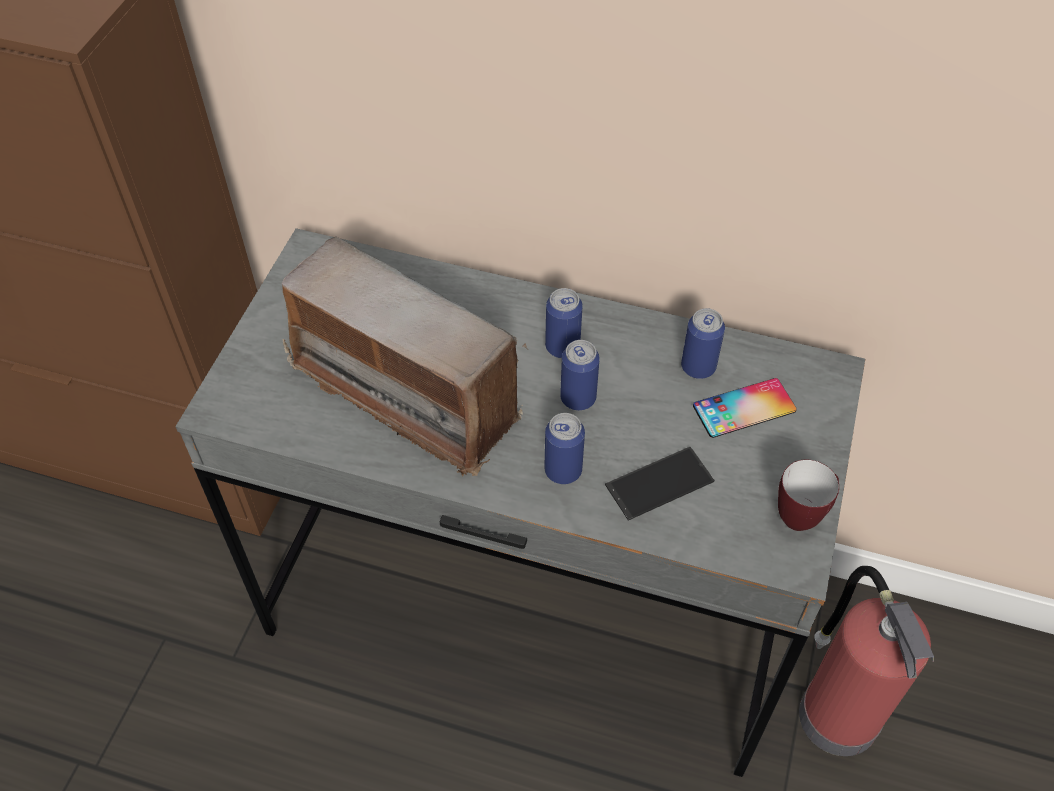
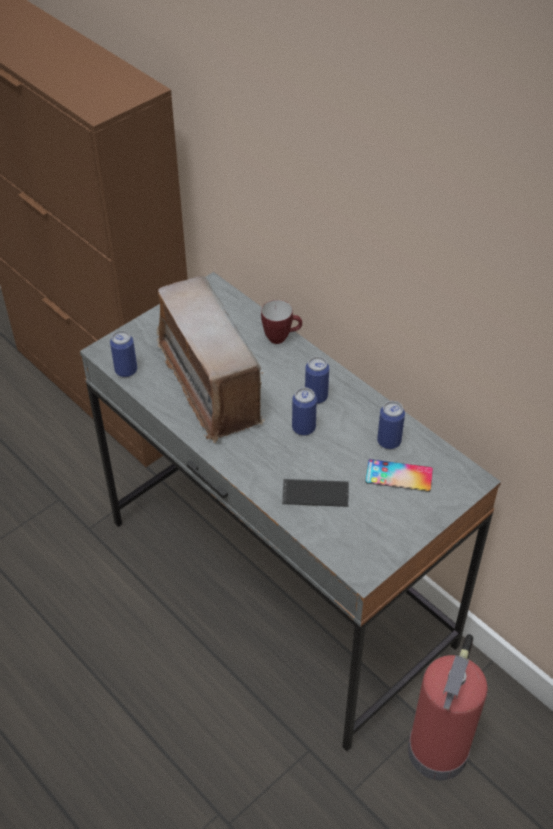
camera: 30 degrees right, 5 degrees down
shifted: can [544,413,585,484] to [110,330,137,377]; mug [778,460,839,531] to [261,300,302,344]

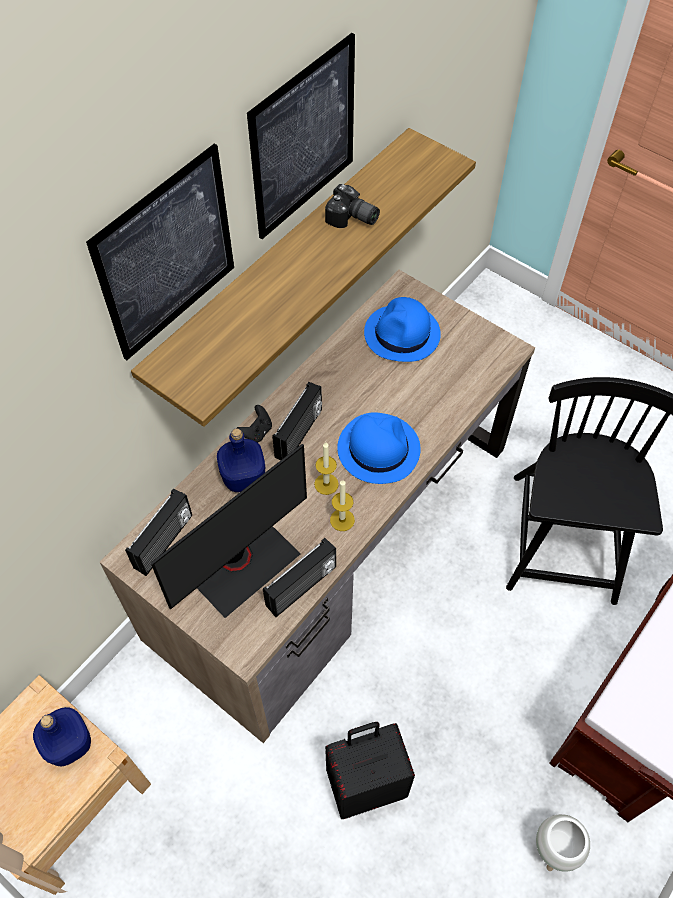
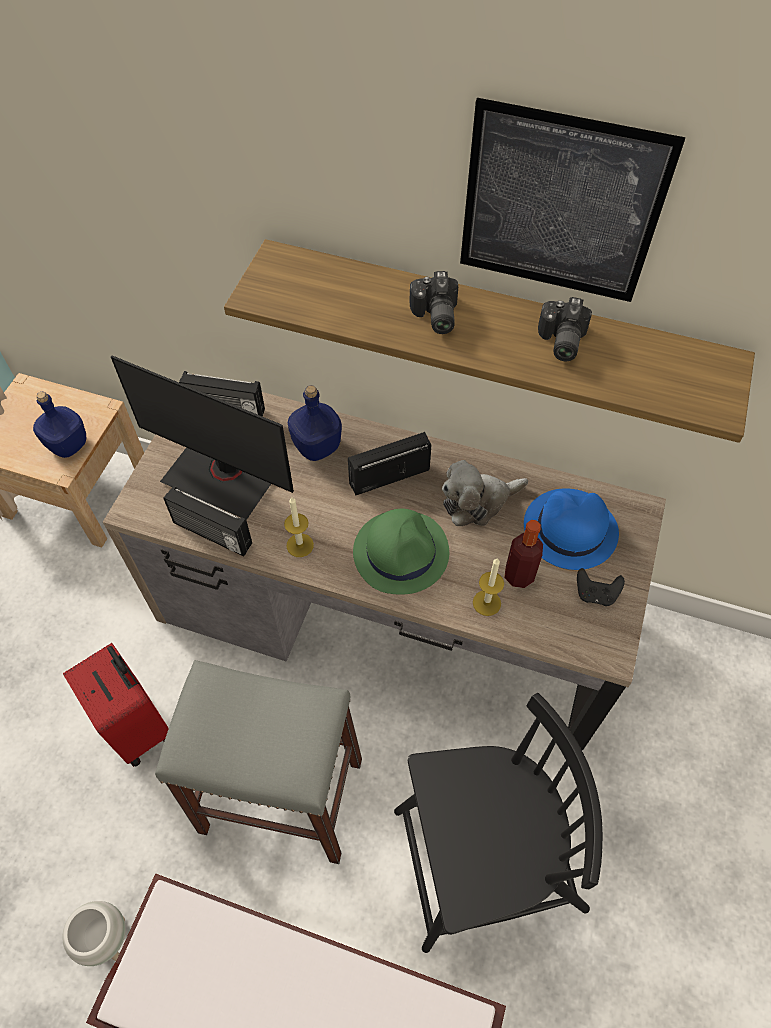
camera: 70 degrees right, 0 degrees up
gone: picture [86,144,234,360]
new: grey stool [155,660,362,864]; photo camera [409,271,458,334]; plush toy [442,460,528,526]; bottle [505,520,543,588]
shifted: black game controller [237,405,272,443] to [577,568,625,606]; candle [314,442,339,495] to [473,558,504,616]
repainted: black suitcase [325,722,415,819] to red suitcase [63,643,169,767]; blue hat [337,412,421,484] to green hat [353,509,449,595]
rotated: radio [272,382,322,460] = [348,432,431,495] 150 degrees clockwise

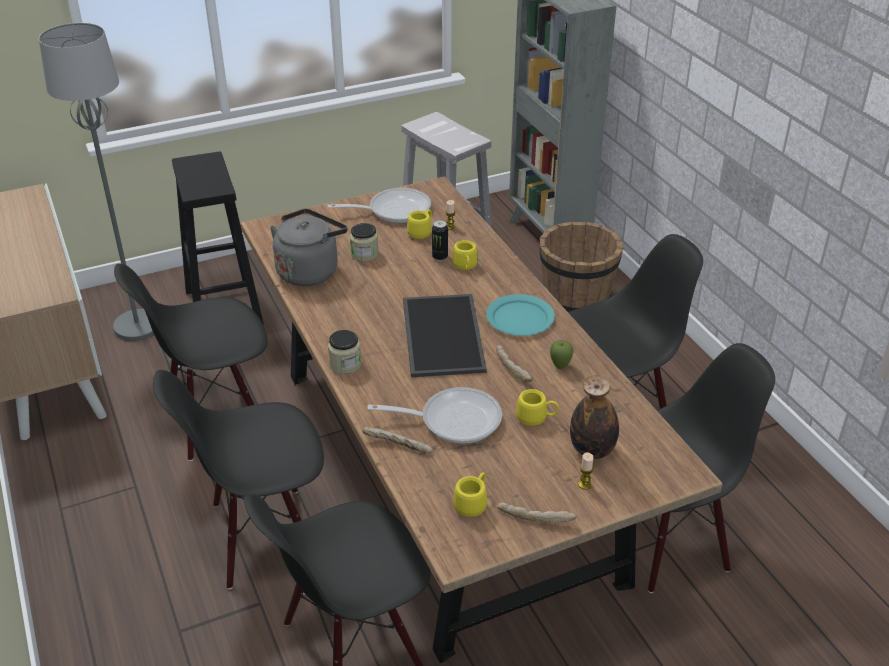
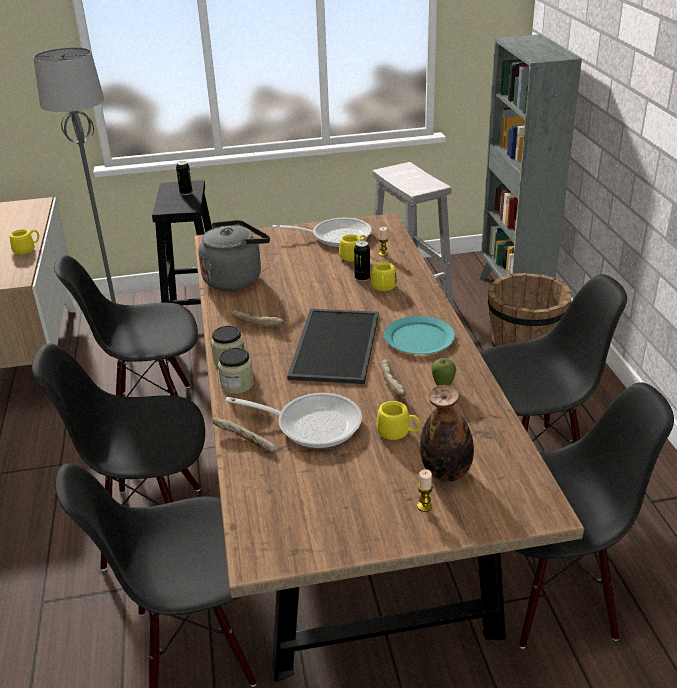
camera: 15 degrees right, 5 degrees down
new: can [176,161,192,195]
shifted: jar [350,223,379,262] to [218,348,254,394]; yellow mug [453,472,487,517] to [10,229,39,255]; bread [497,502,576,523] to [232,310,284,326]

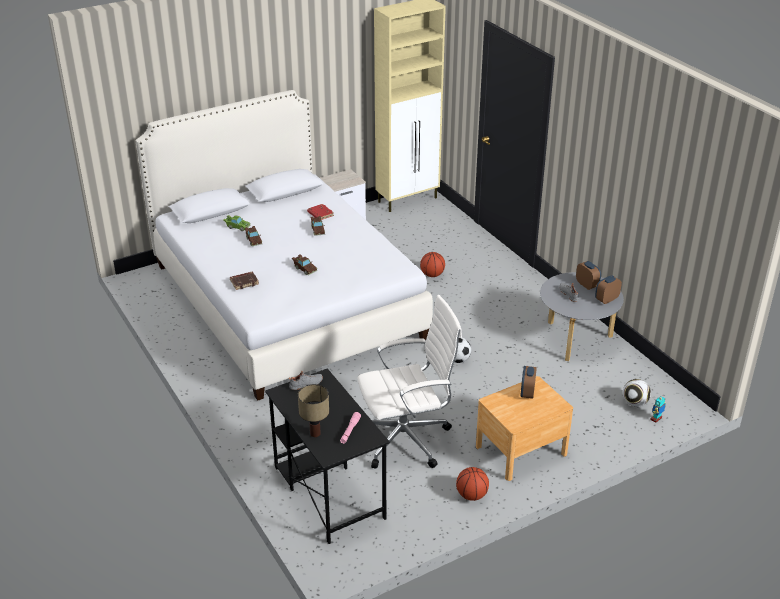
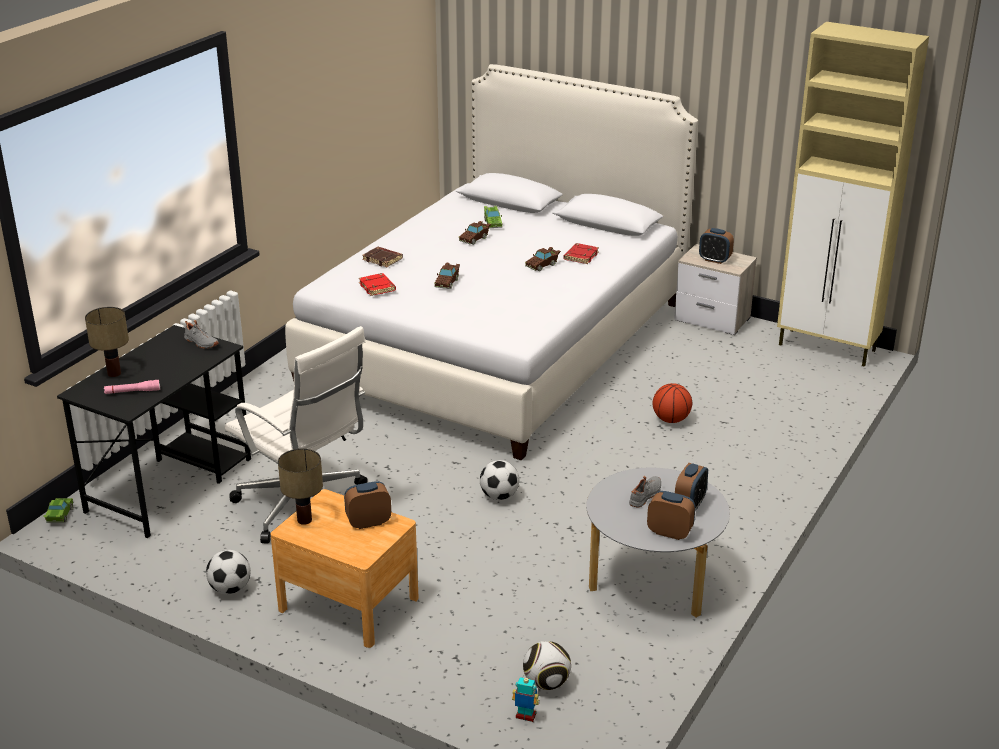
camera: 60 degrees right, 5 degrees down
new: green toy car [43,498,74,523]; table lamp [278,448,323,525]; red book [358,273,396,296]; alarm clock [699,228,734,264]
swapped: basketball [456,467,489,501] to football [206,550,251,594]

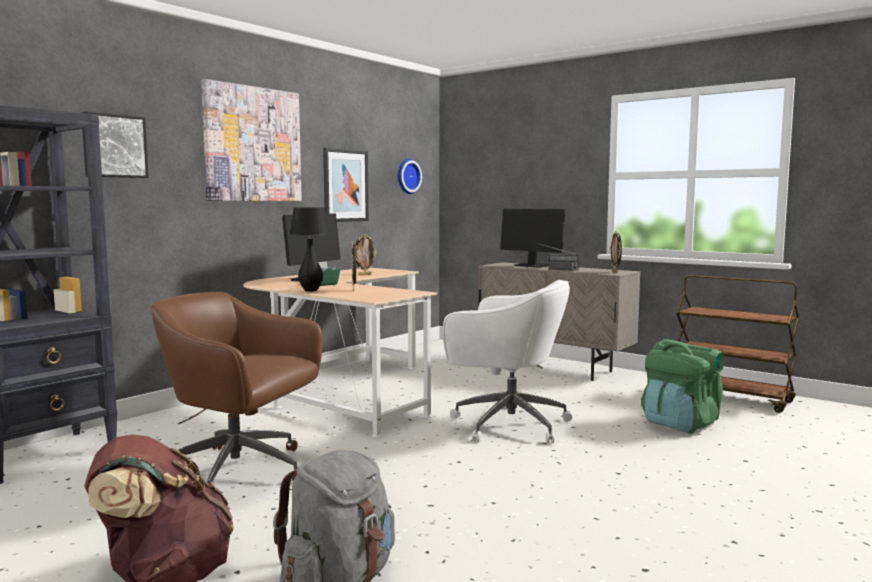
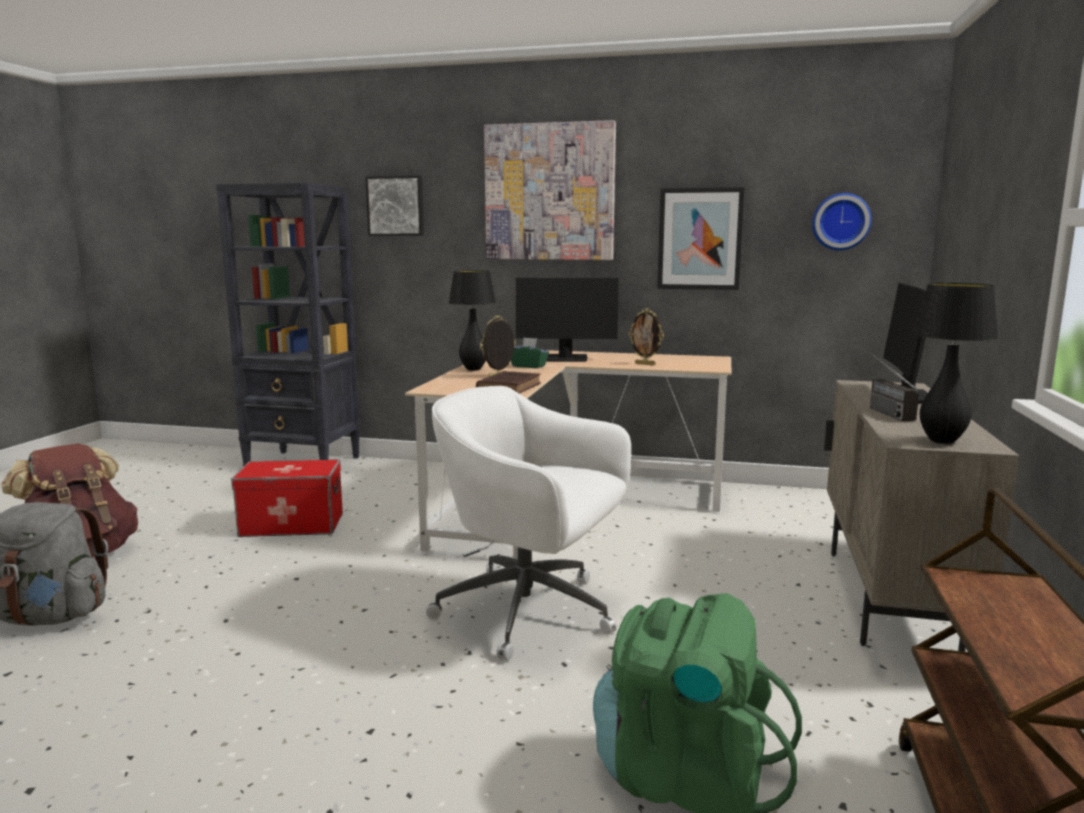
camera: 65 degrees right, 5 degrees up
new: brown book [476,371,541,394]
swapped: brown office chair [151,292,322,483] to storage box [231,459,343,537]; picture frame [610,231,622,273] to black table lamp [912,283,999,444]
rotated: white office chair [443,280,573,443] = [426,386,631,661] 120 degrees clockwise

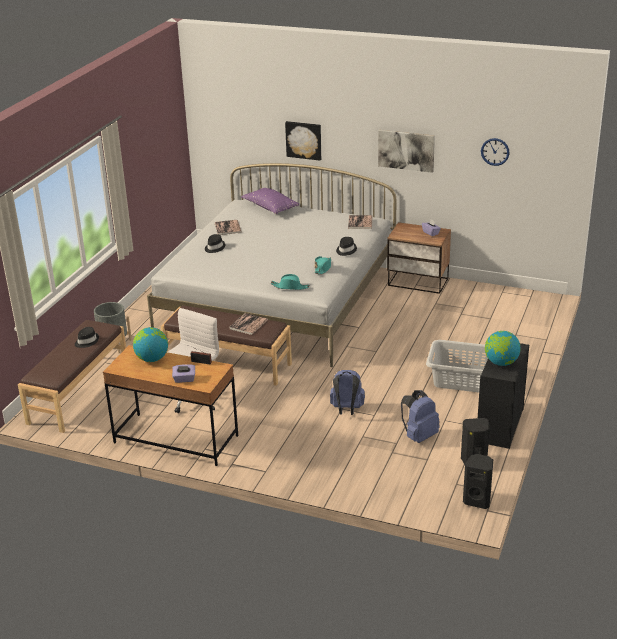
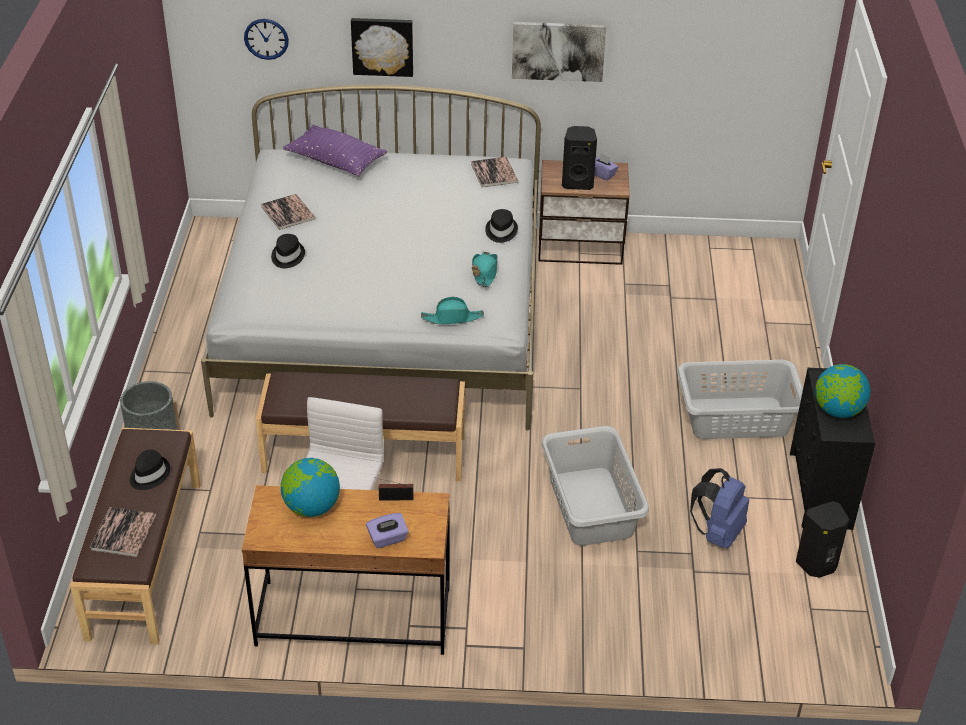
camera: 20 degrees left, 10 degrees up
shifted: book [230,313,268,335] to [90,507,156,557]; black speaker [463,454,493,509] to [562,126,597,190]; wall clock [481,138,510,166] to [244,19,289,60]
swapped: blue backpack [330,370,365,415] to grey laundry basket [541,426,649,546]

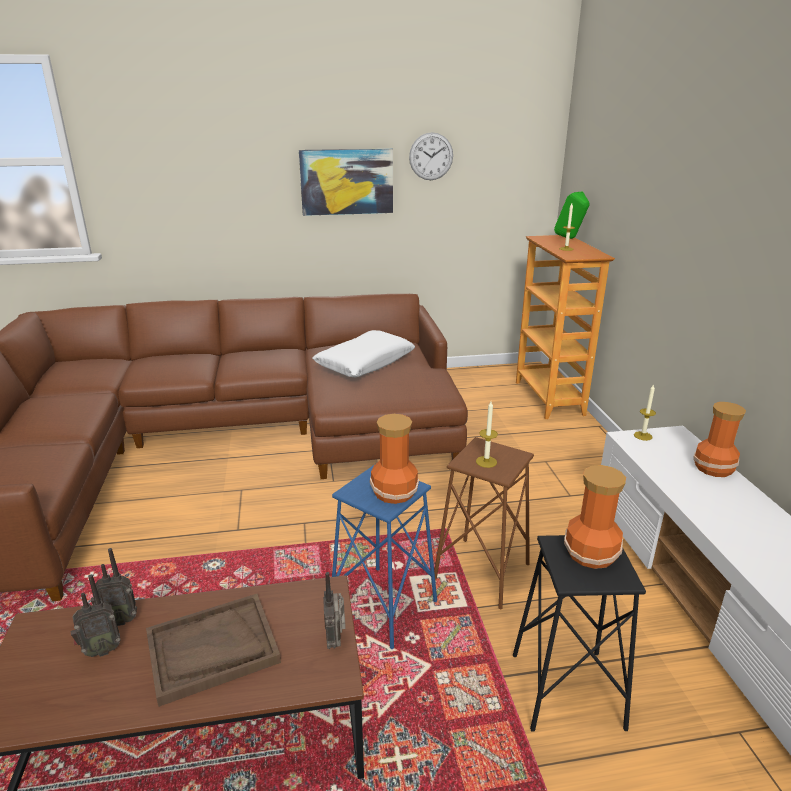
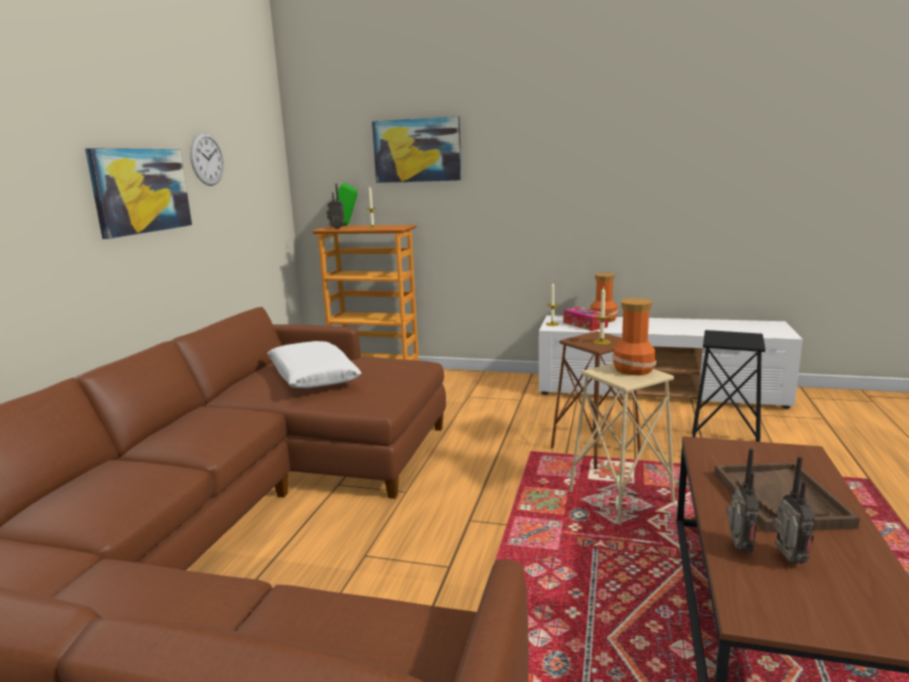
camera: 65 degrees left, 10 degrees down
gone: vase [564,465,626,569]
new: picture [372,116,462,183]; tissue box [563,307,608,331]
shifted: radio [323,572,346,649] to [326,184,345,229]
repainted: blue stool [332,464,437,649] to beige stool [569,363,675,525]

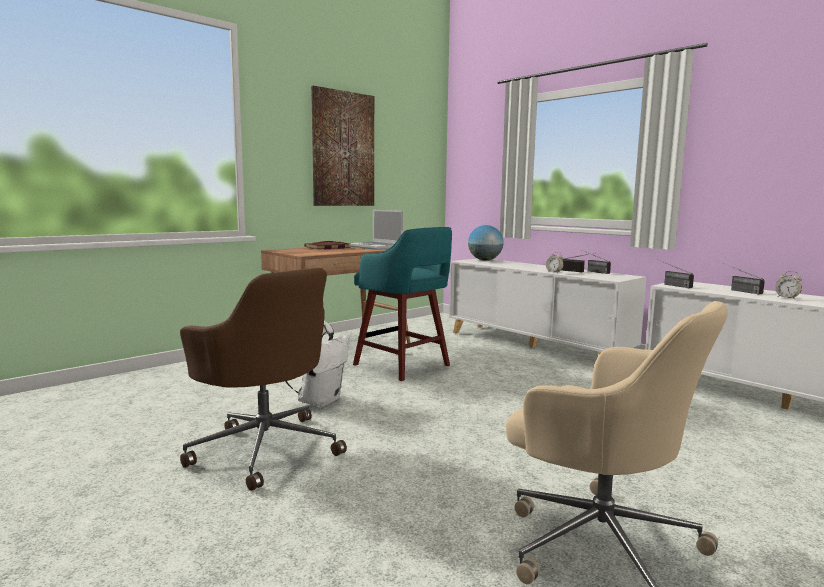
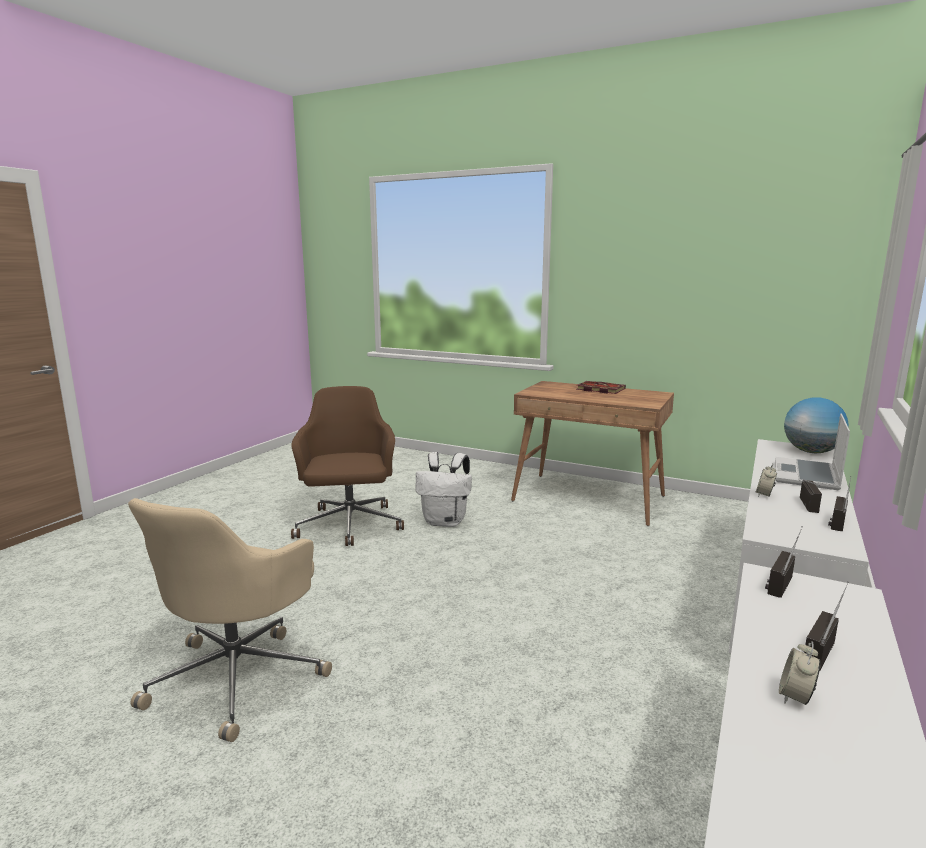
camera: 70 degrees right, 5 degrees up
gone: picture [311,86,374,206]; turquoise stool [353,227,452,381]
shifted: laptop [349,210,403,250] to [775,413,850,490]
rotated: brown office chair [180,268,347,491] = [291,386,404,546] 150 degrees clockwise

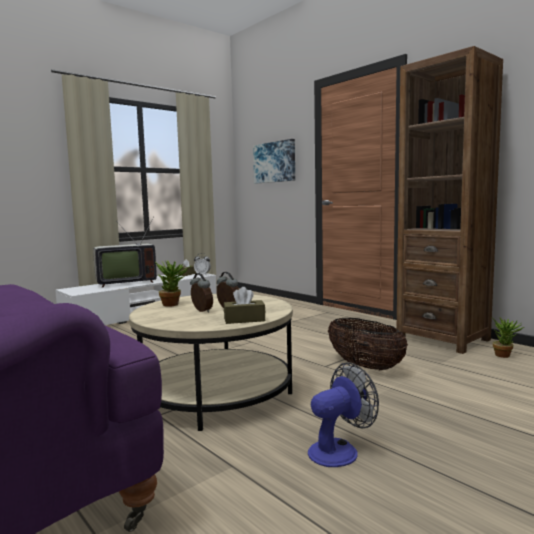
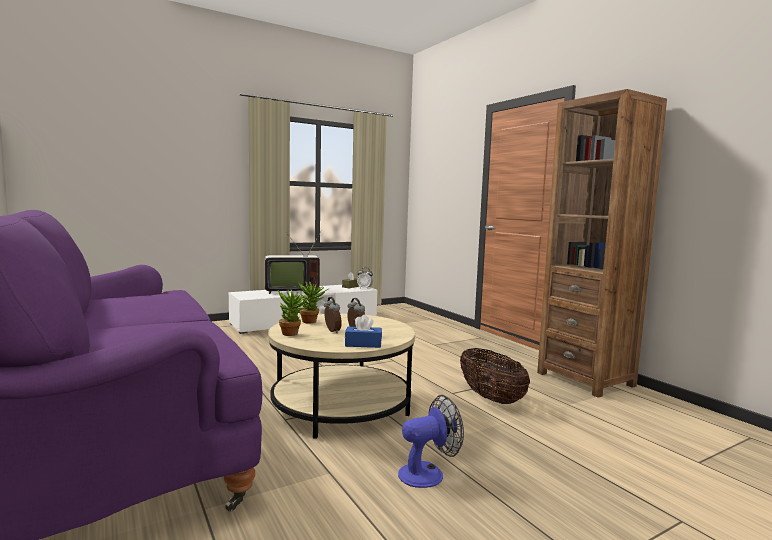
camera: 10 degrees right, 0 degrees up
gone: picture [253,139,295,184]
shifted: potted plant [491,317,524,358] to [278,290,311,336]
repainted: brown tissue box [224,287,265,324] to blue tissue box [345,314,382,348]

